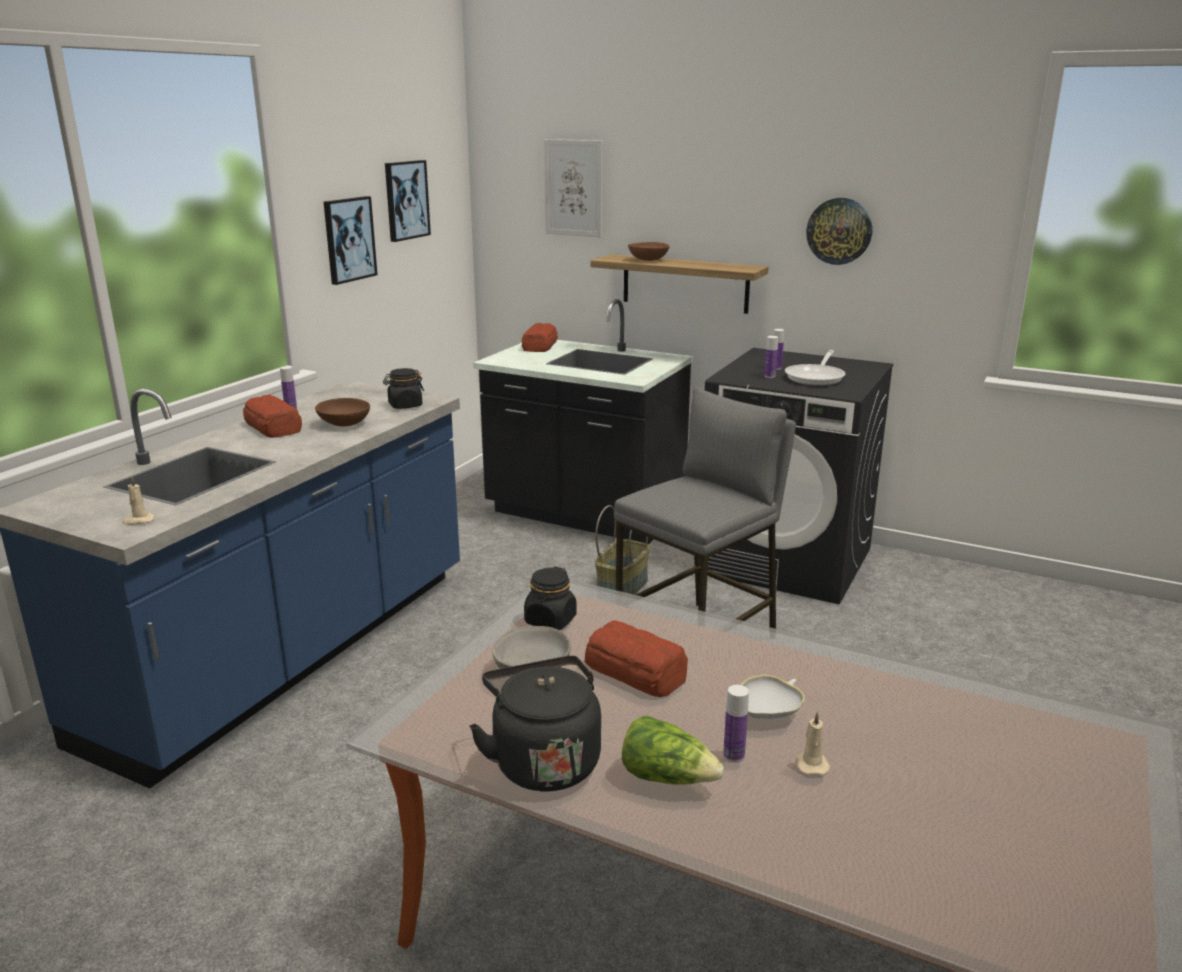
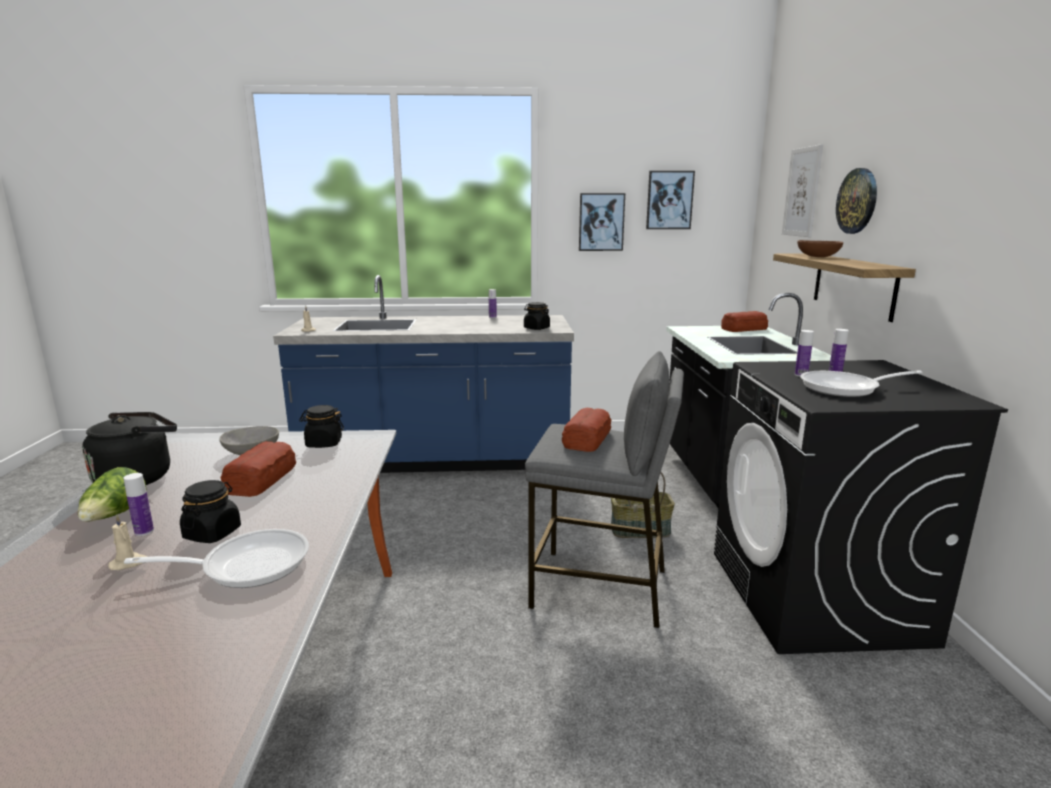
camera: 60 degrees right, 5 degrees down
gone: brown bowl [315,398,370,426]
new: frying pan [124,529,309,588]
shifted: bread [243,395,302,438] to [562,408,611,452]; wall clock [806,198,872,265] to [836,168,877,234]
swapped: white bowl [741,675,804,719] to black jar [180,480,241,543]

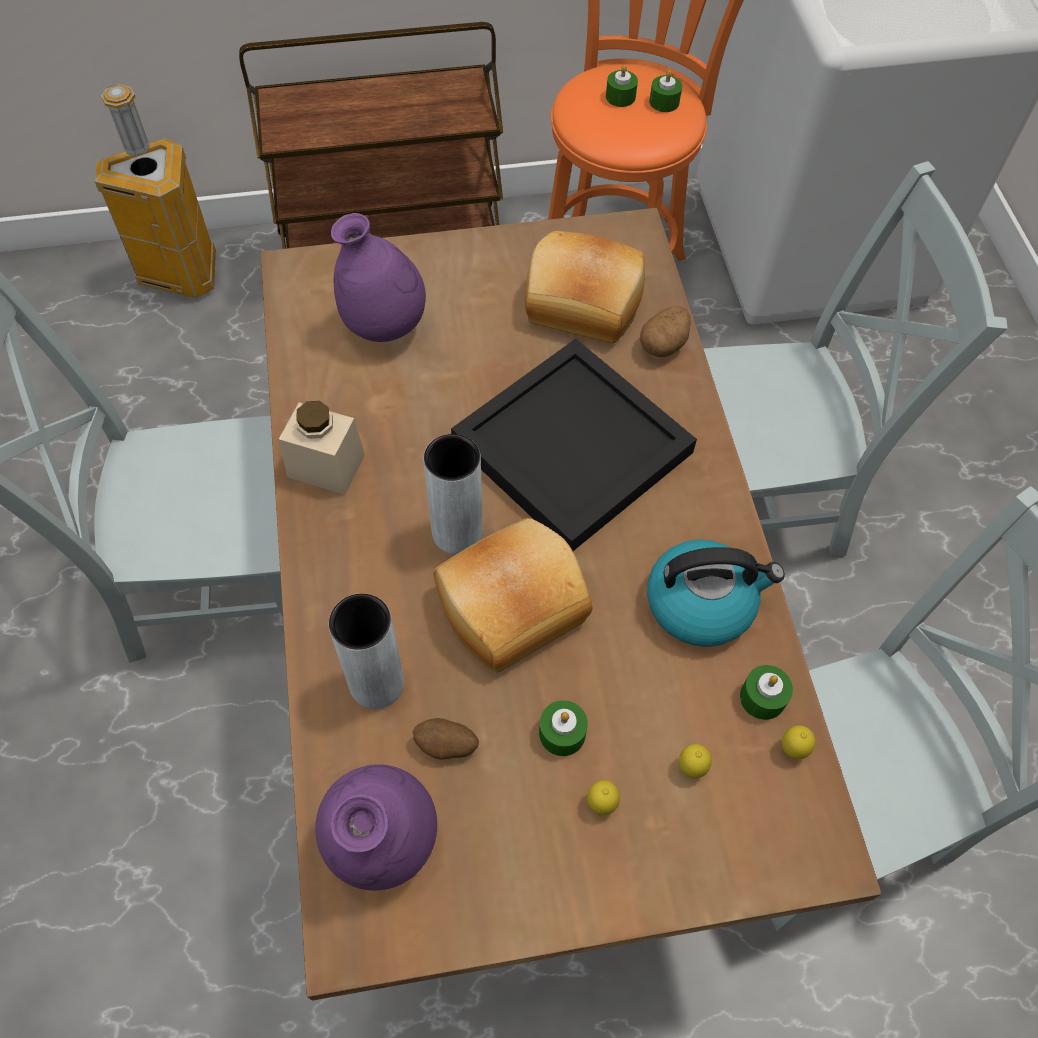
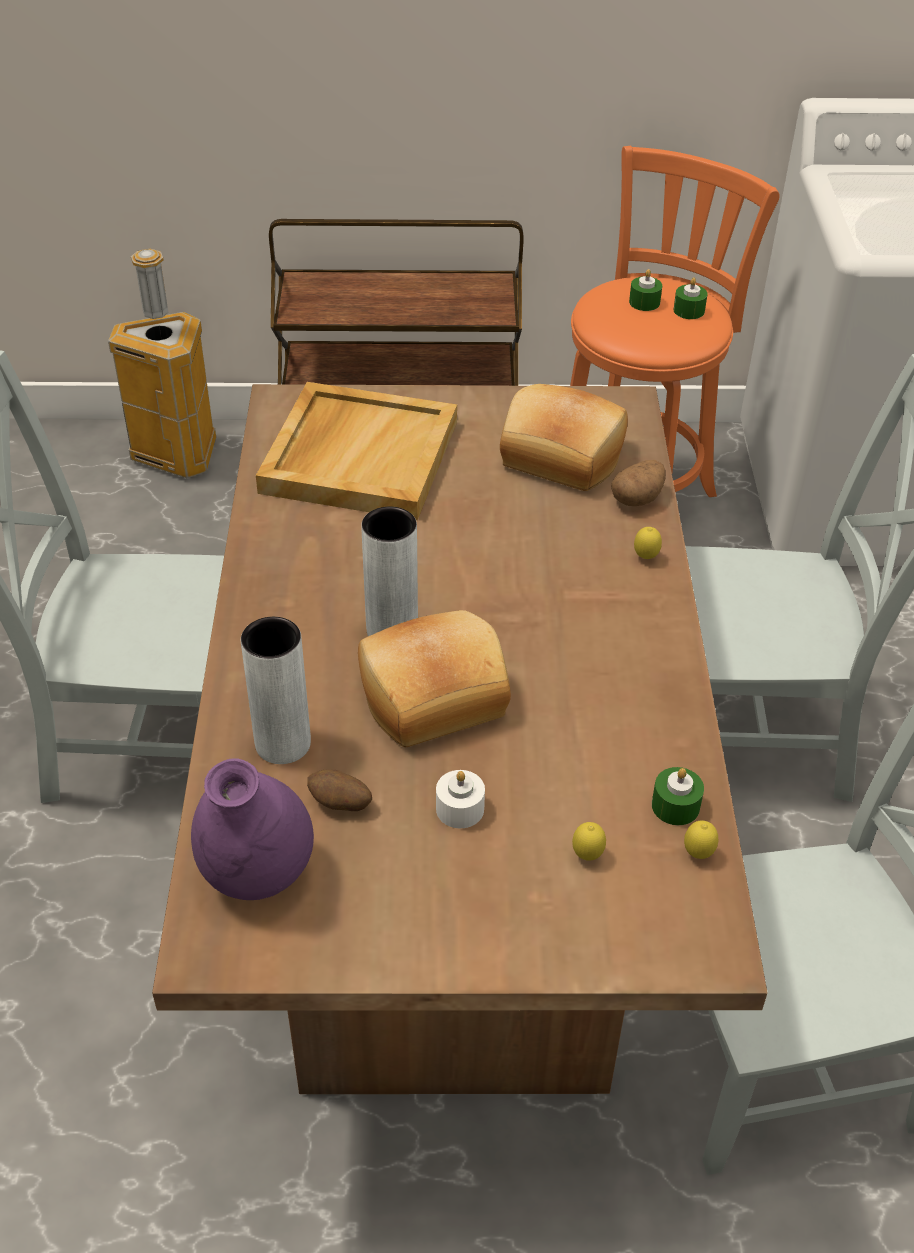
camera: 10 degrees right, 15 degrees down
gone: beige jar [279,401,365,495]; black tray [451,339,697,551]; kettle [647,540,785,647]
shifted: lemon [587,780,620,815] to [634,527,662,559]
swapped: purple vase [331,213,426,342] to beige tray [256,382,457,520]
repainted: green candle [539,700,588,756] to white candle [436,770,485,828]

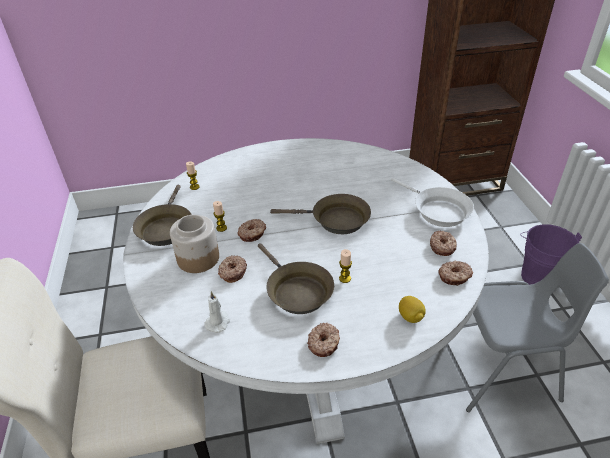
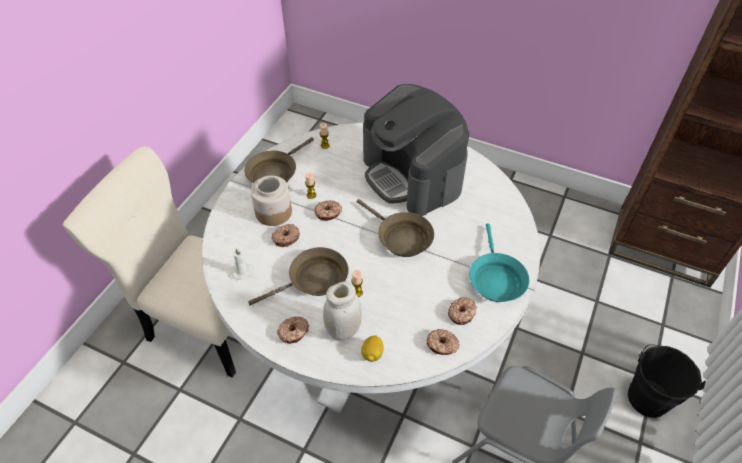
camera: 35 degrees right, 10 degrees up
new: white jar [323,282,362,340]; coffee machine [363,84,469,216]
repainted: white frying pan [391,177,474,227] to turquoise frying pan [469,224,529,302]; purple bucket [520,224,582,285] to black bucket [628,344,706,418]
rotated: brown frying pan [258,243,334,314] = [248,247,348,306] 120 degrees counterclockwise

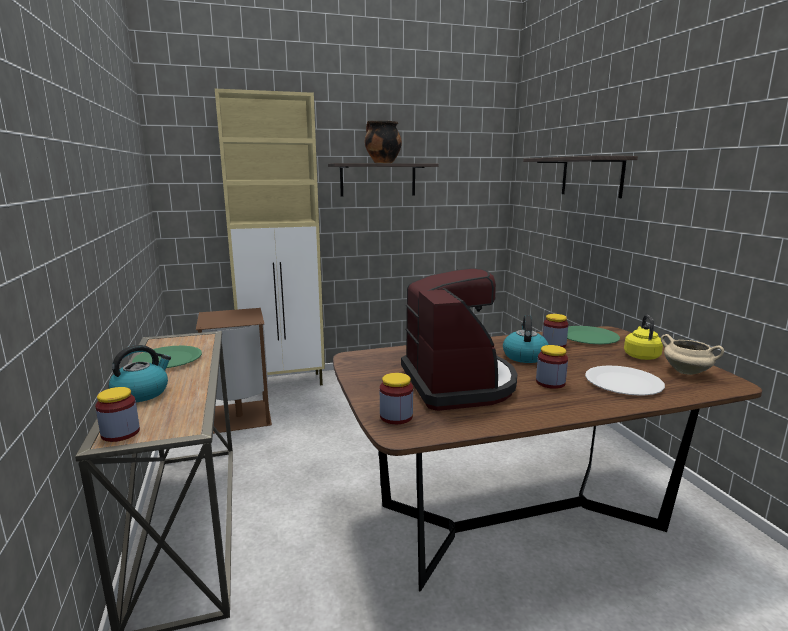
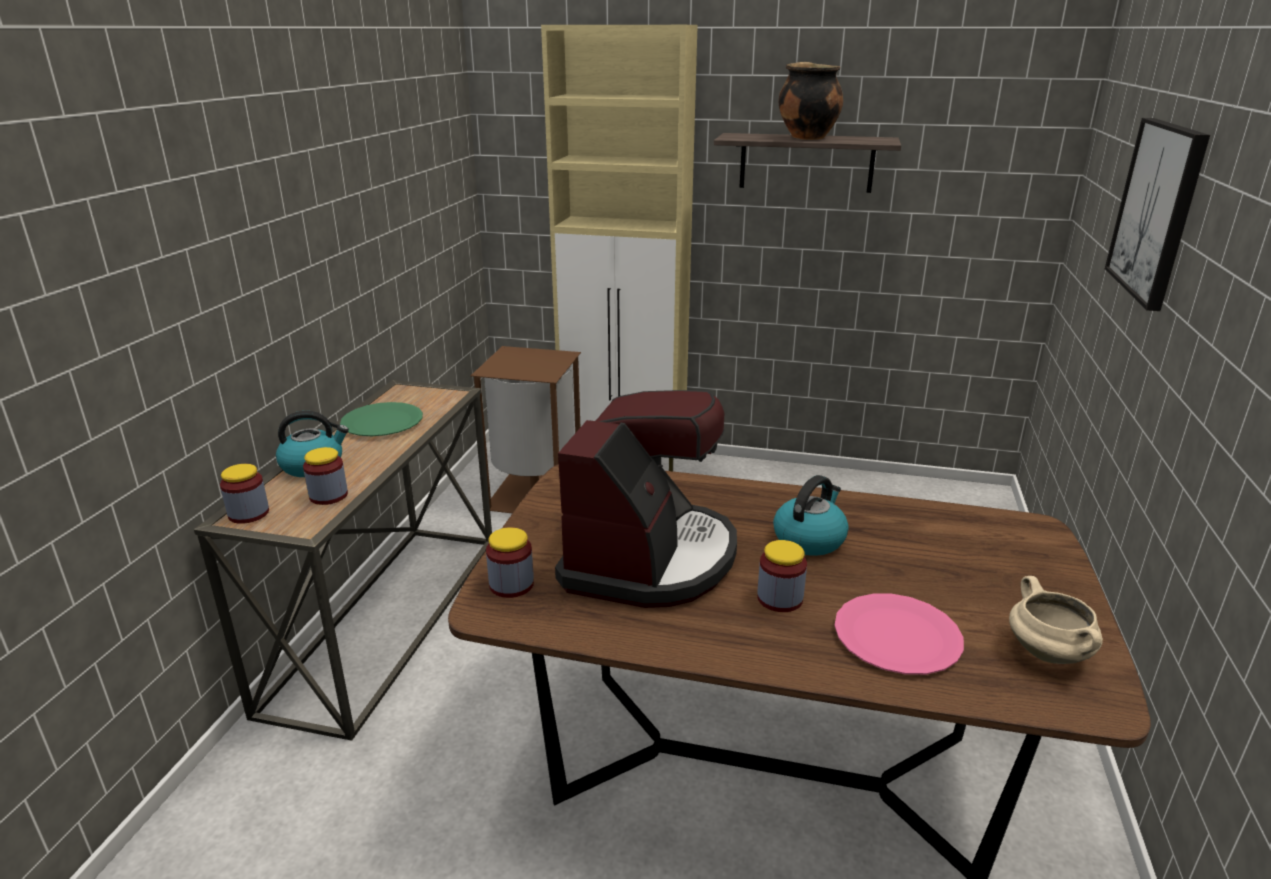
camera: 30 degrees right, 10 degrees up
gone: green plate [567,326,620,344]; yellow kettle [624,315,663,360]
shifted: jar [543,314,568,348] to [303,447,348,505]
swapped: shelf [523,156,638,198] to picture [1105,118,1210,311]
repainted: white plate [585,365,665,396] to pink plate [834,594,964,675]

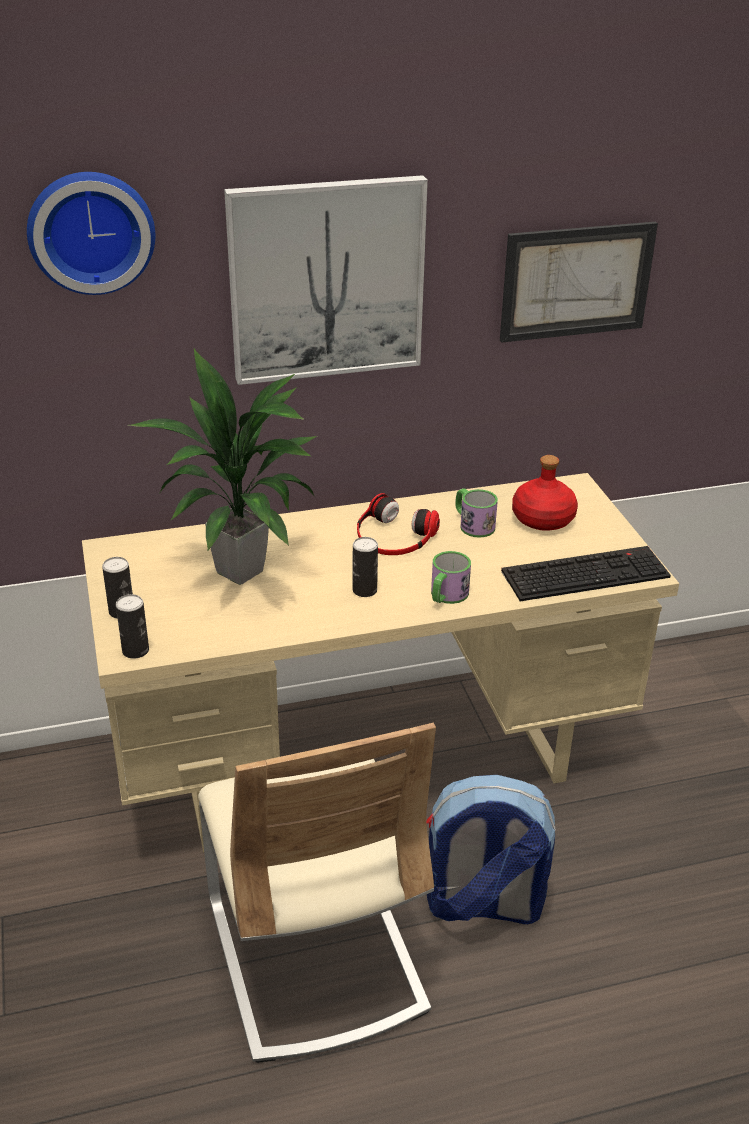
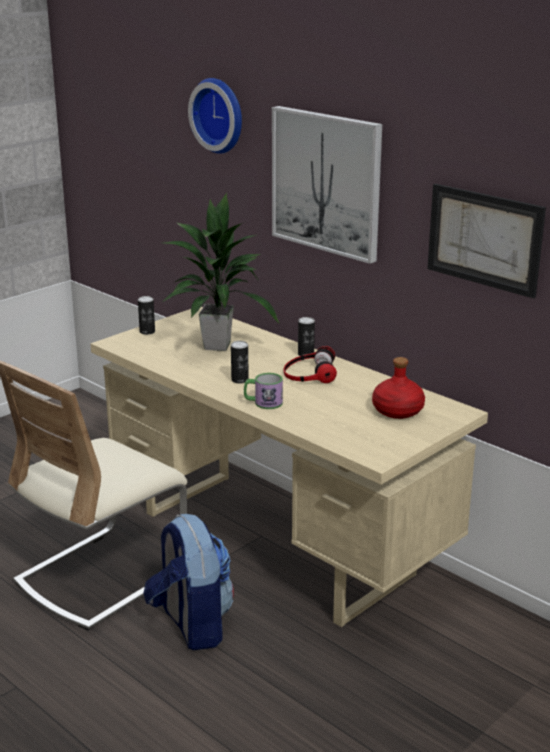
camera: 60 degrees right, 10 degrees down
gone: mug [455,488,498,538]; keyboard [501,546,671,601]
shifted: can [116,594,149,659] to [298,317,315,356]

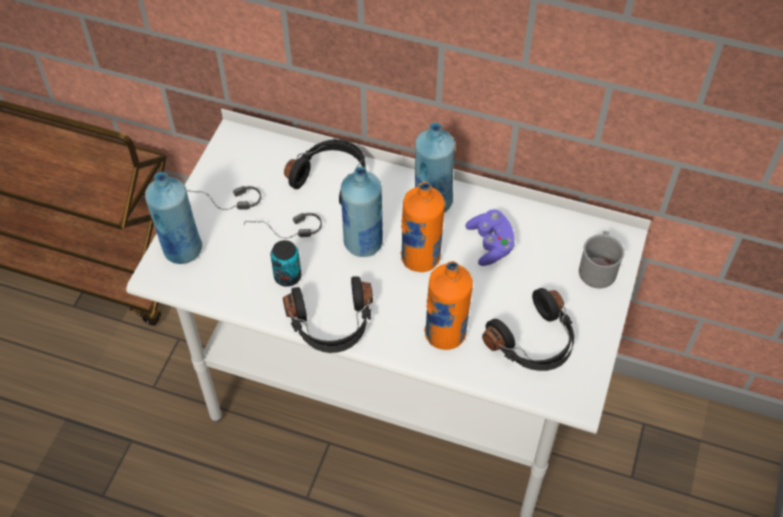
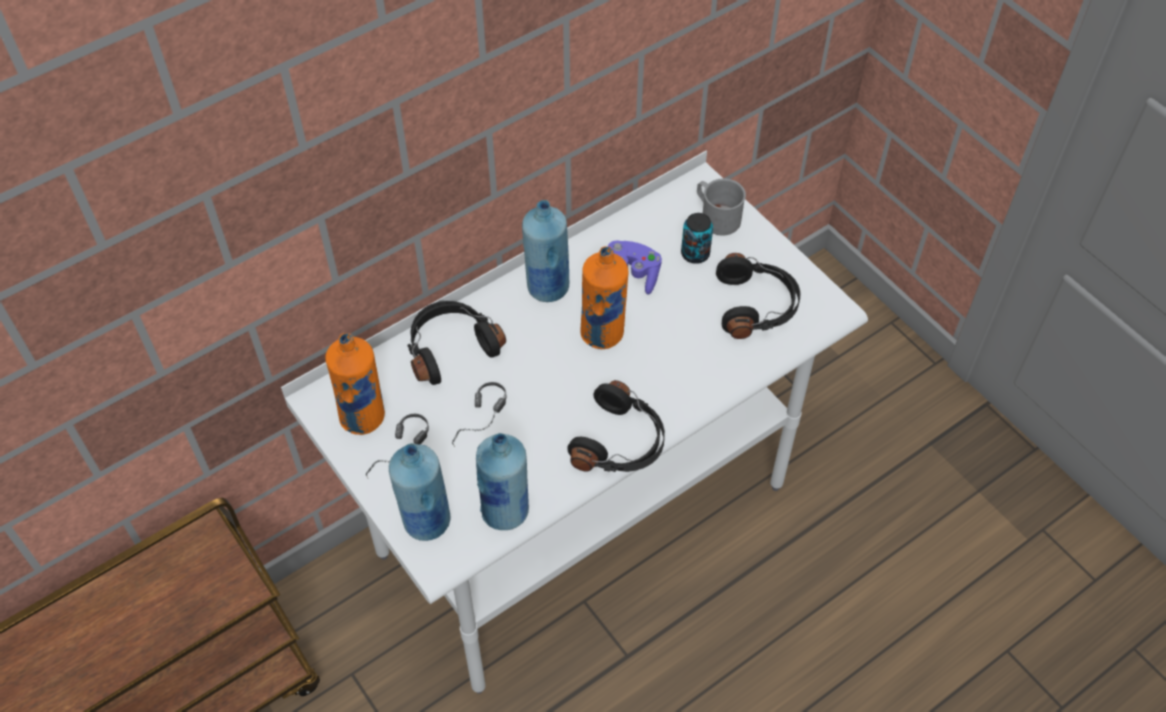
camera: 55 degrees left, 0 degrees up
shifted: can [270,240,302,287] to [681,213,713,264]; blue bottle [341,166,383,257] to [476,433,529,530]; orange bottle [424,261,473,350] to [325,333,385,435]

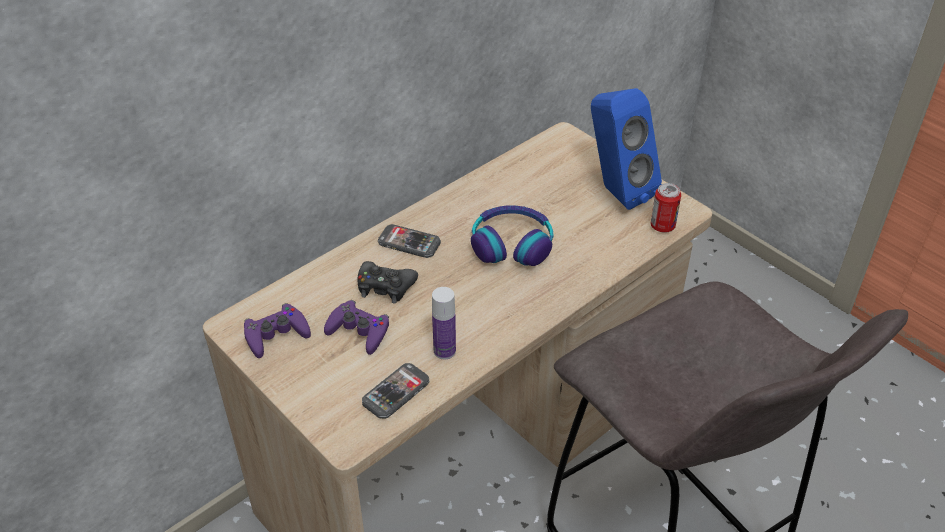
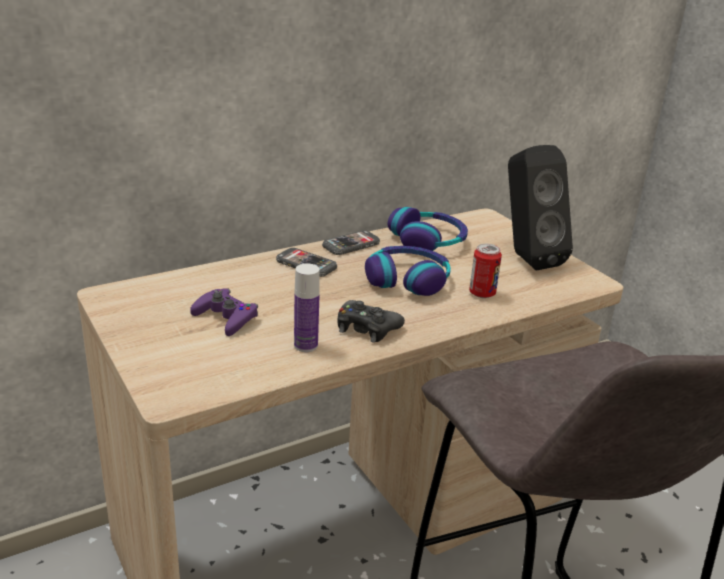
camera: 10 degrees right, 15 degrees down
gone: purple game controller [244,303,311,358]
new: headphones [388,207,468,251]
shifted: black game controller [358,261,418,304] to [337,300,405,343]; phone [362,363,429,419] to [322,230,380,255]; can [651,183,681,233] to [469,244,502,298]
repainted: blue speaker [591,88,662,210] to black speaker [508,145,573,271]

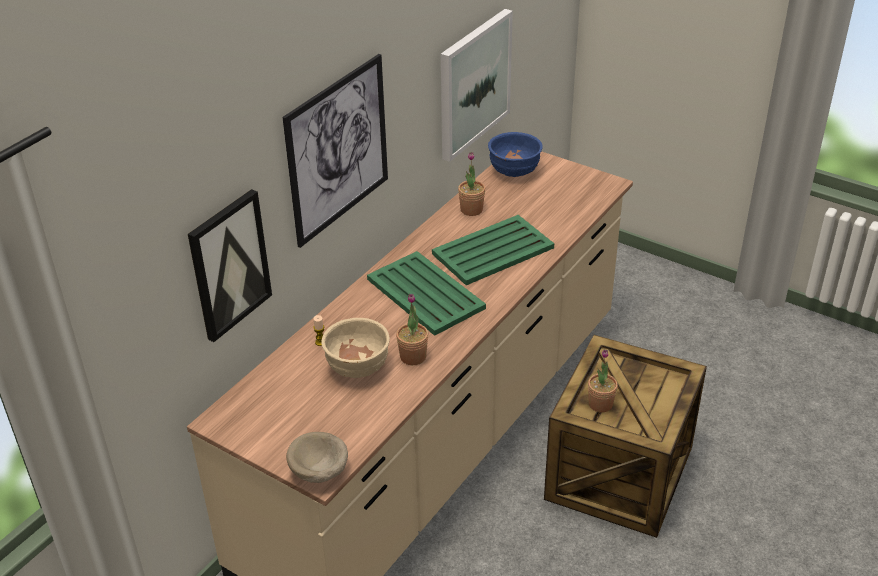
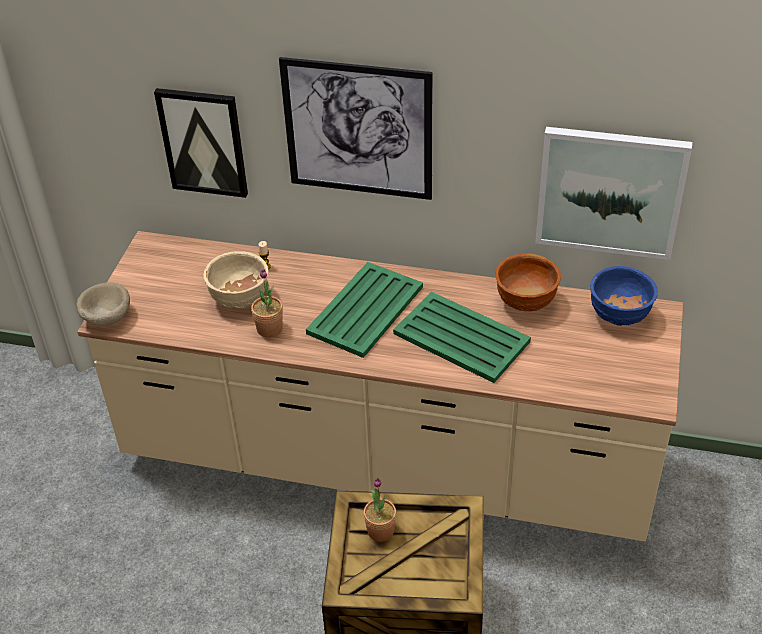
camera: 70 degrees right, 5 degrees up
swapped: potted plant [458,152,485,216] to brown bowl [496,253,561,311]

